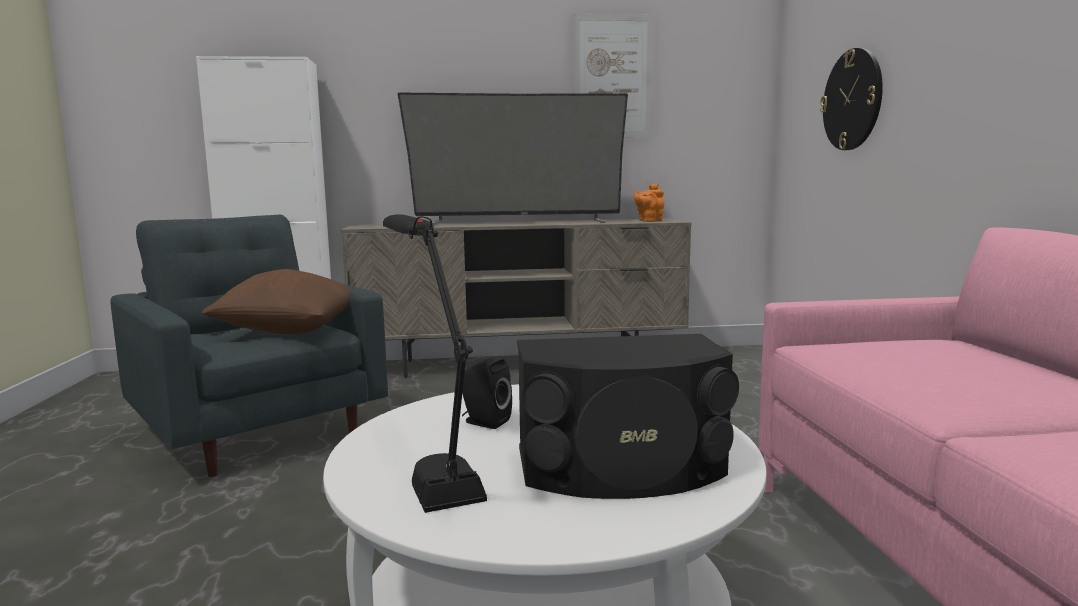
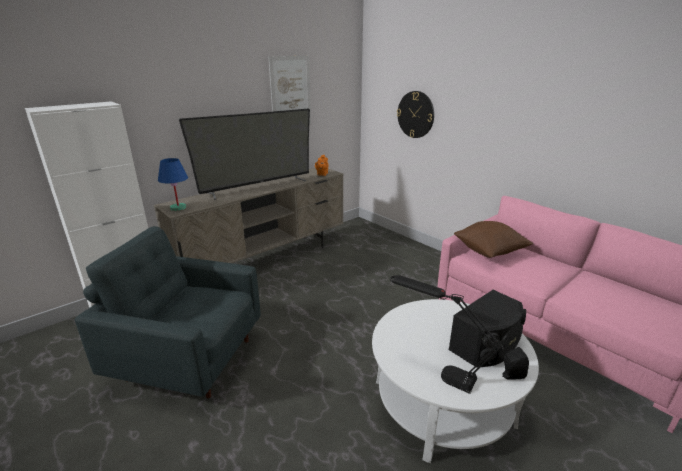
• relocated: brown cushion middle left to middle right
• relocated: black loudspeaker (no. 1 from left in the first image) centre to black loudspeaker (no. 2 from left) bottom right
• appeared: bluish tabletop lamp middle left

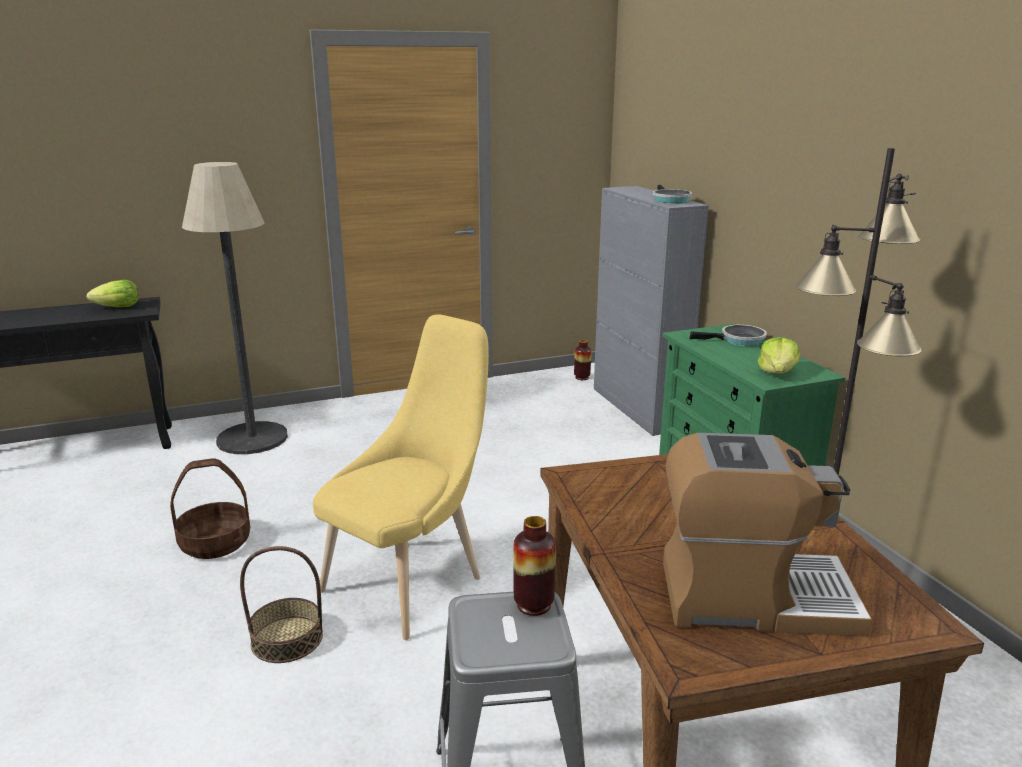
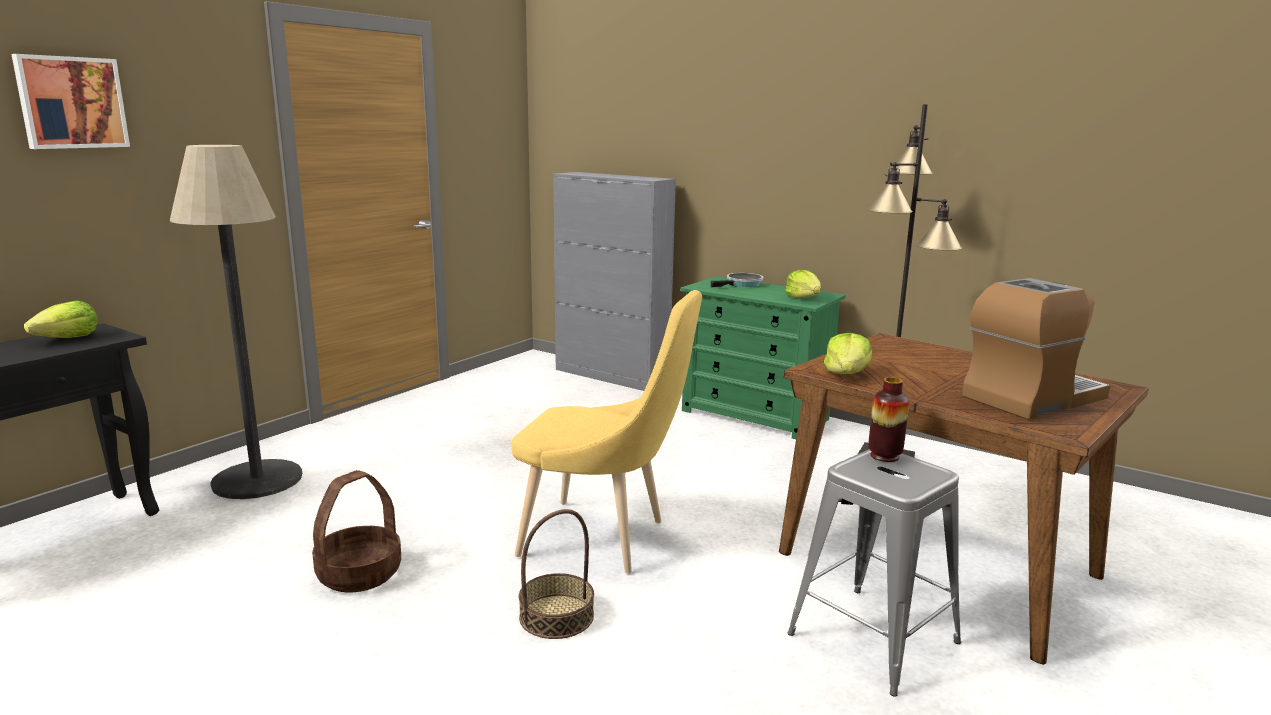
• missing: frying pan (no. 1 from left) top centre
• spun: yellowish chair centre = centre 105 degrees clockwise
• missing: decorative vase (no. 2 from left) centre
• appeared: wall art top left
• appeared: lettuce head (no. 3 from left) middle right

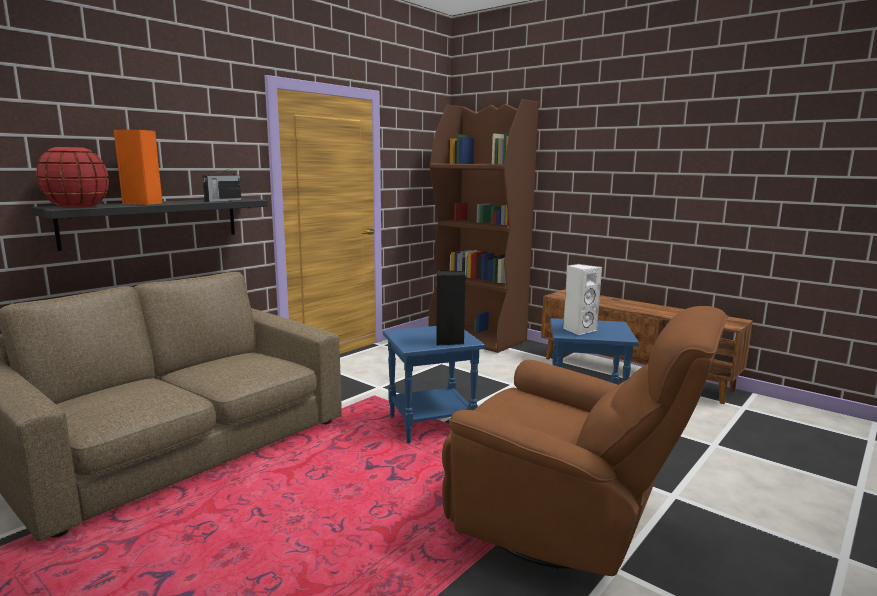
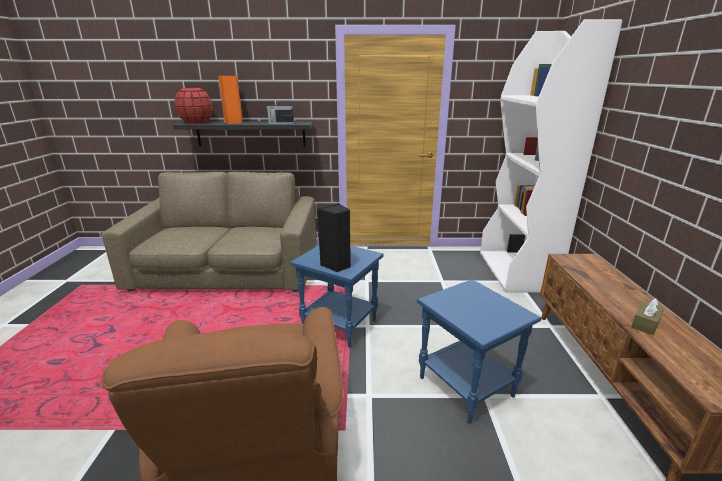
• colour: brown bookshelf centre to white-coloured bookshelf top right
• missing: white-coloured loudspeaker centre
• appeared: brown tissue box middle right

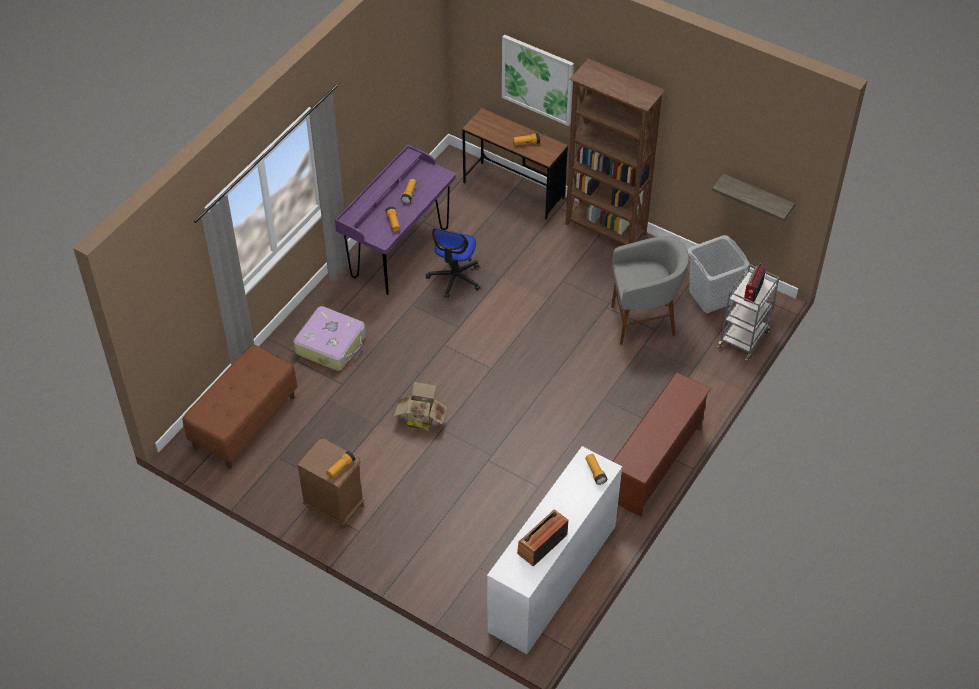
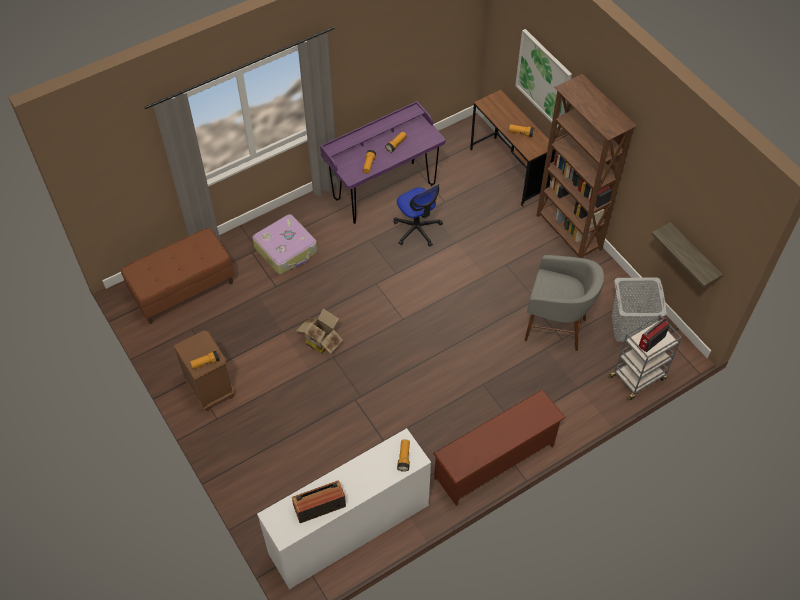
• spun: office chair centre = centre 75 degrees counterclockwise

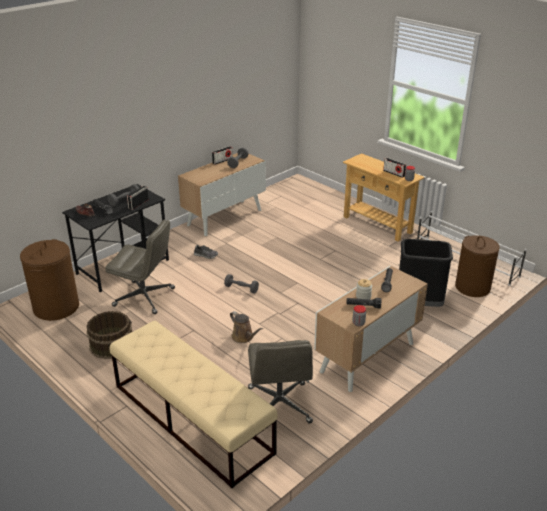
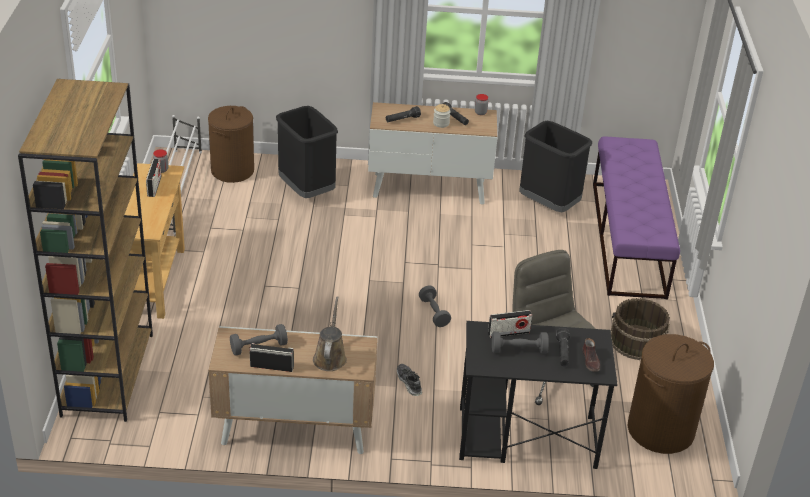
• relocated: brown watering pot centre to bottom centre
• colour: sand-coloured indoor bench bottom centre to purple indoor bench middle right
• exchanged: grey office chair (no. 2 from left) bottom centre to black trash can (no. 2 from left) middle right
• appeared: brown bookshelf middle left

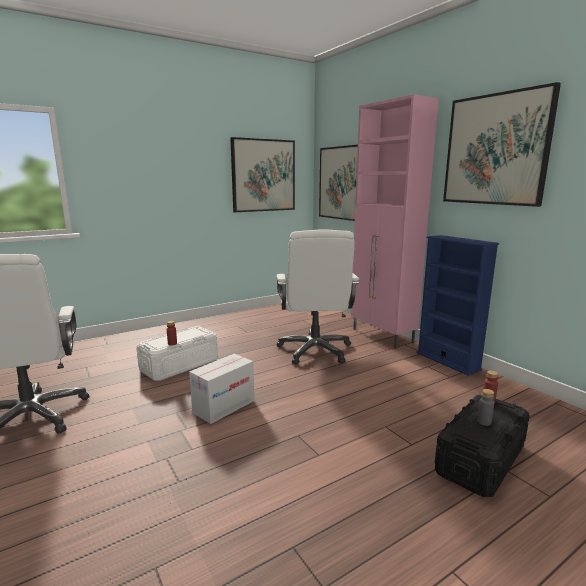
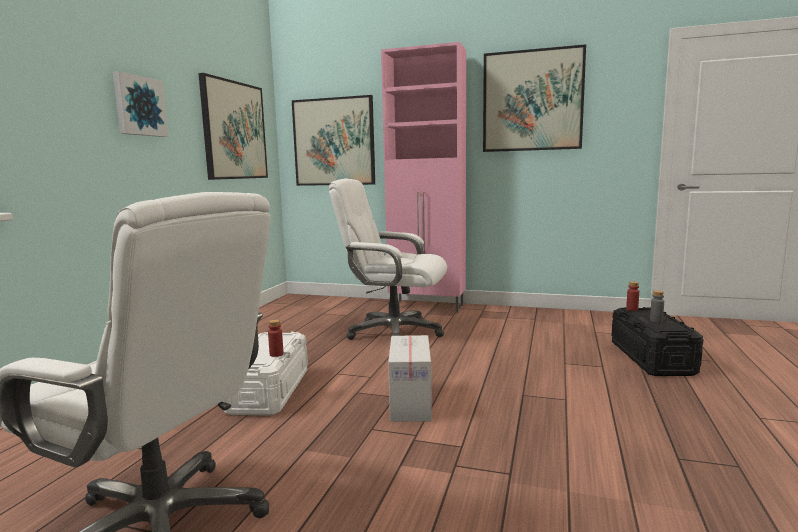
• spun: white-coloured office chair (no. 2 from left) centre = centre 150 degrees clockwise
• missing: bluish bookshelf middle right
• appeared: wall art (no. 1 from left) top left

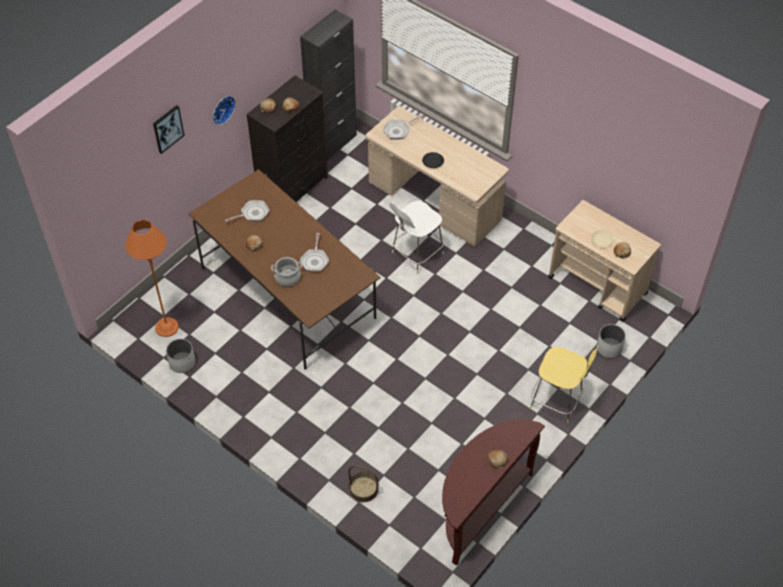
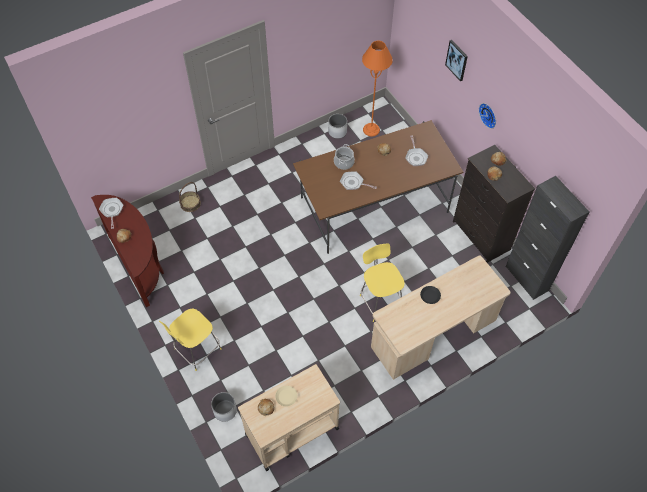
• relocated: frying pan (no. 3 from left in the first image) top centre to frying pan (no. 1 from left) middle left
• colour: white-coloured stool seat centre to yellowish stool seat (no. 2 from left) centre

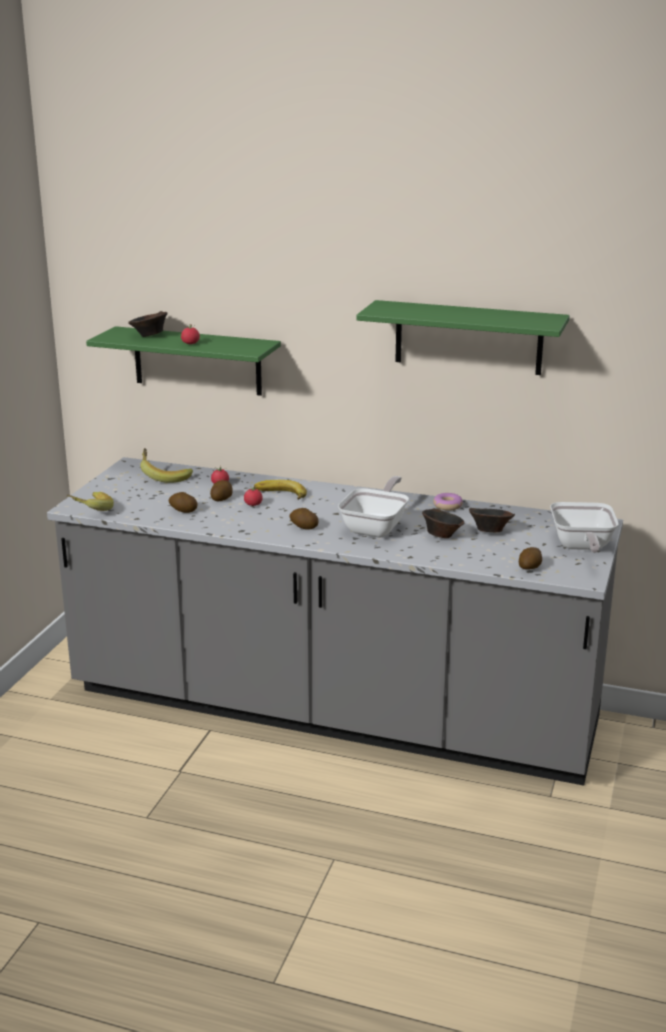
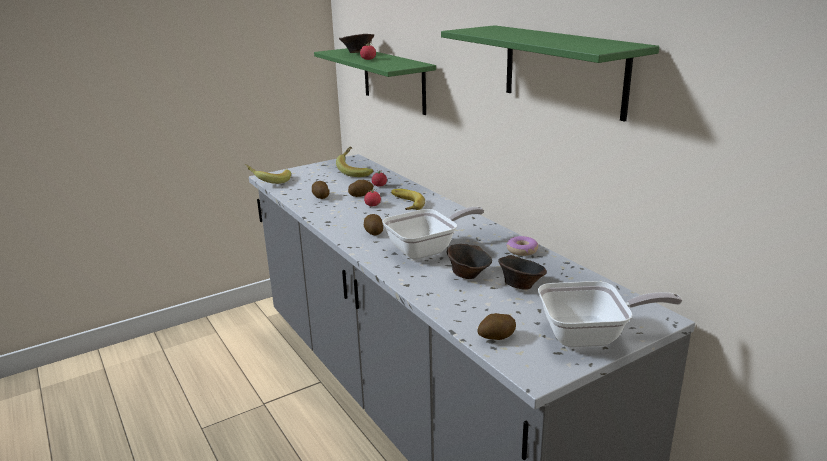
• spun: frying pan (no. 2 from left) middle right = bottom right 135 degrees counterclockwise

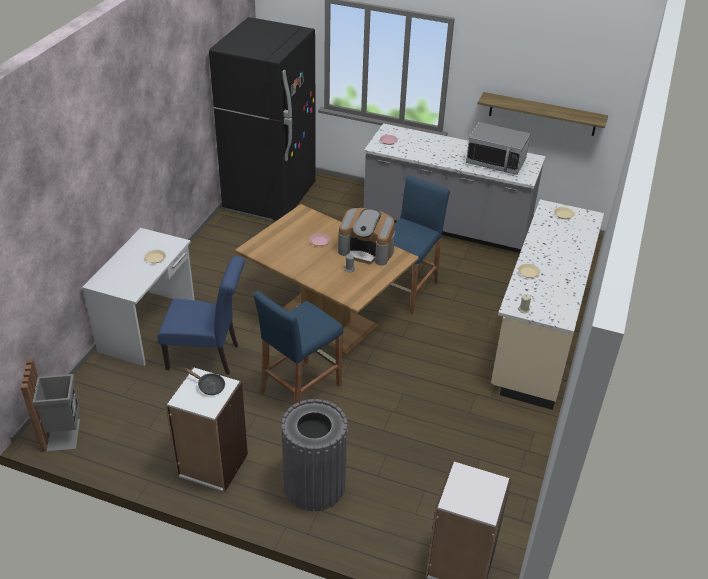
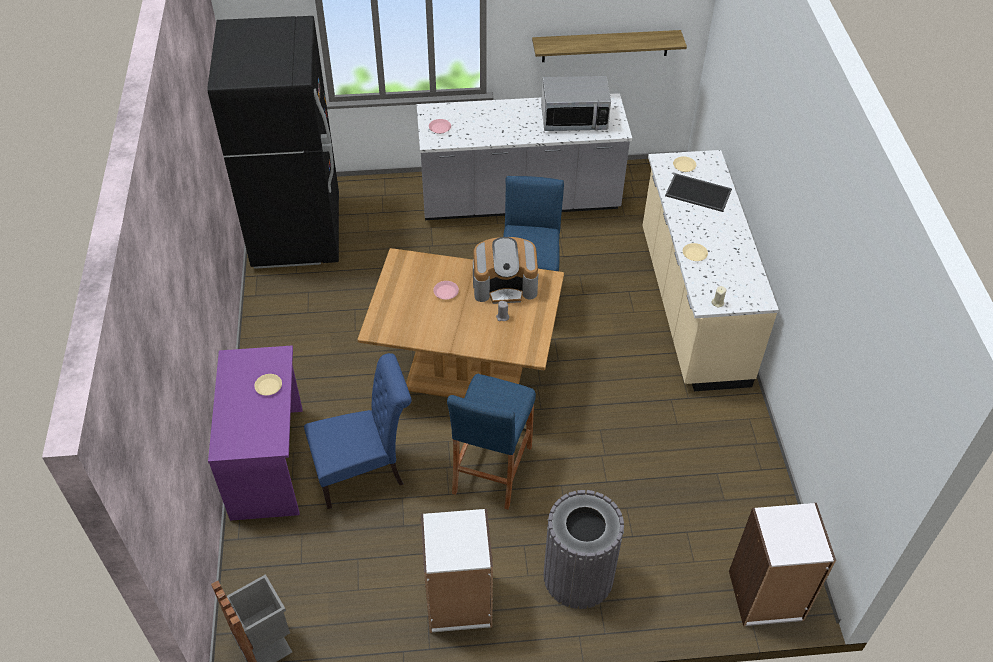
• colour: white-coloured desk unit middle left to purple desk unit middle left
• missing: black frying pan middle left
• appeared: serving tray top right

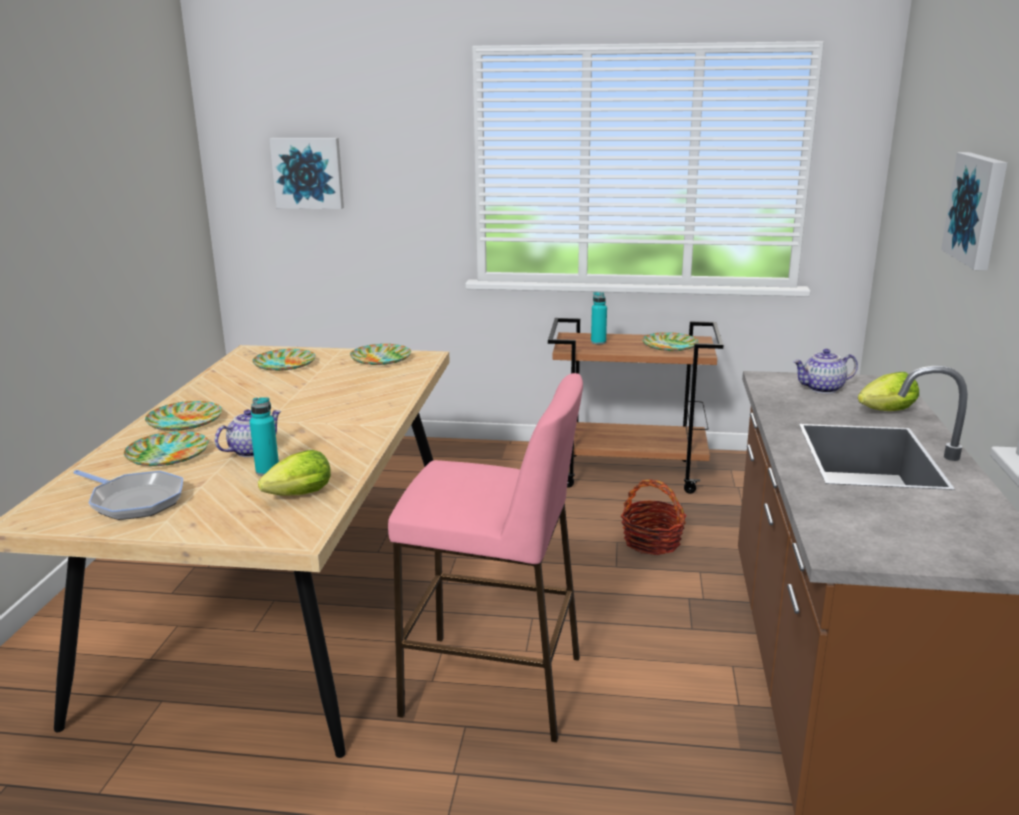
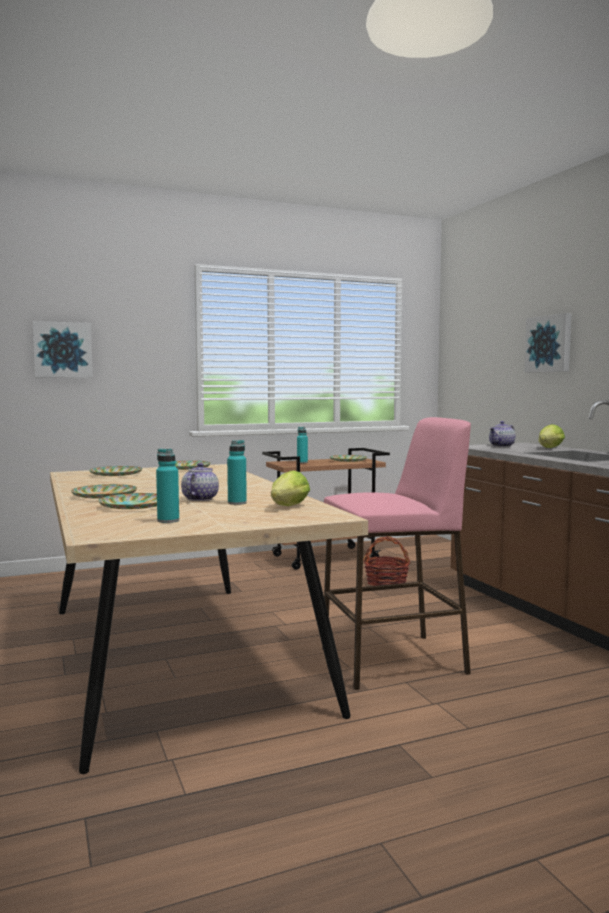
• exchanged: frying pan middle left to blue-green bottle (no. 1 from left) middle left

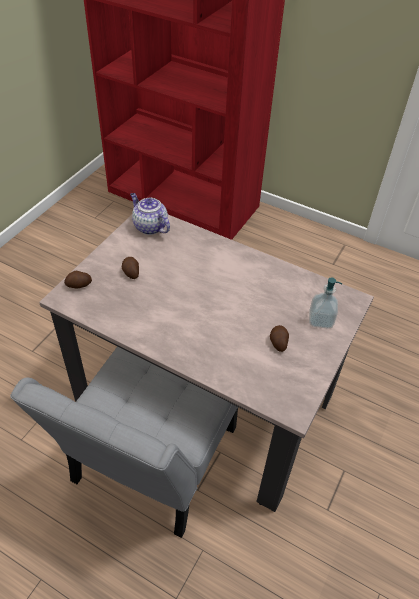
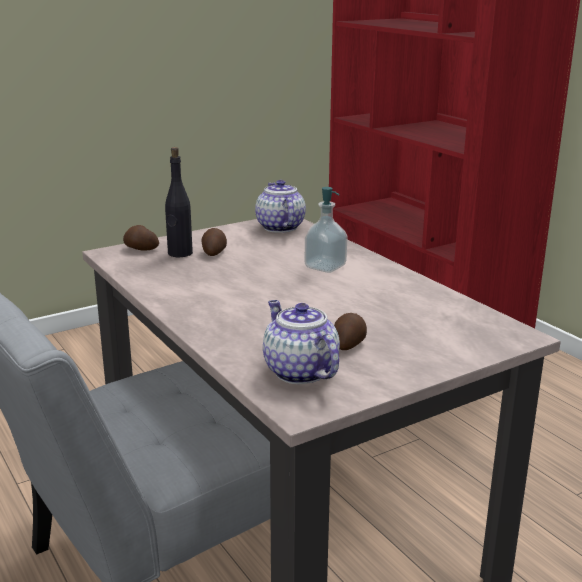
• relocated: soap bottle middle right to centre
• appeared: black bottle middle left
• appeared: tea pot (no. 2 from left) centre

